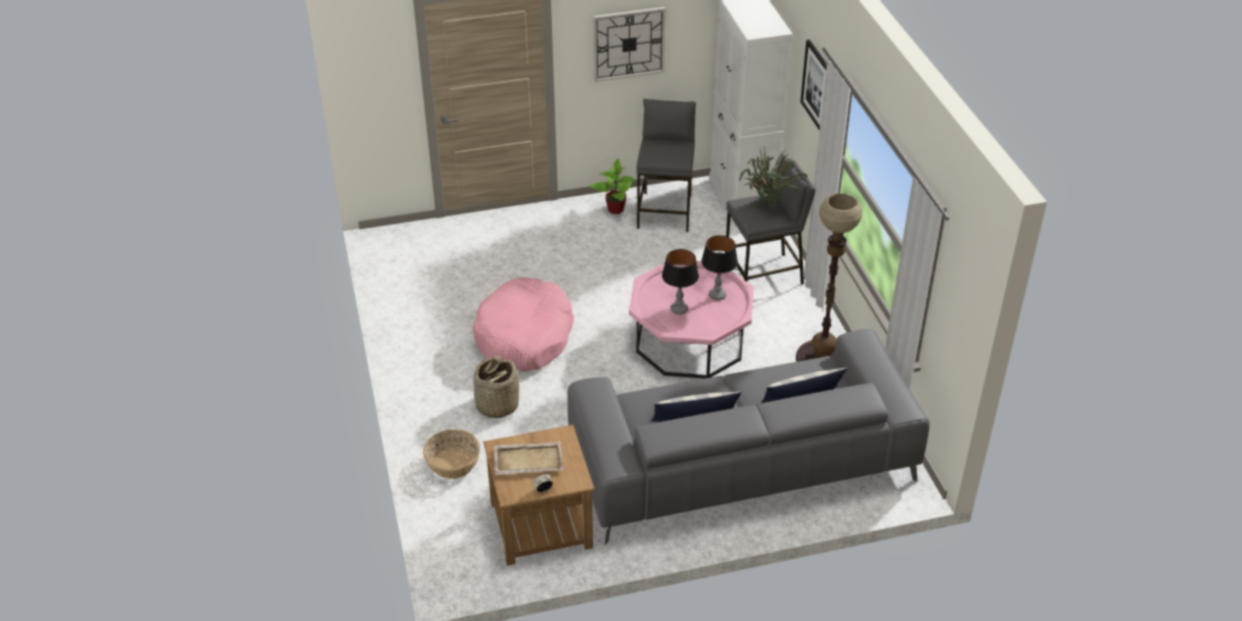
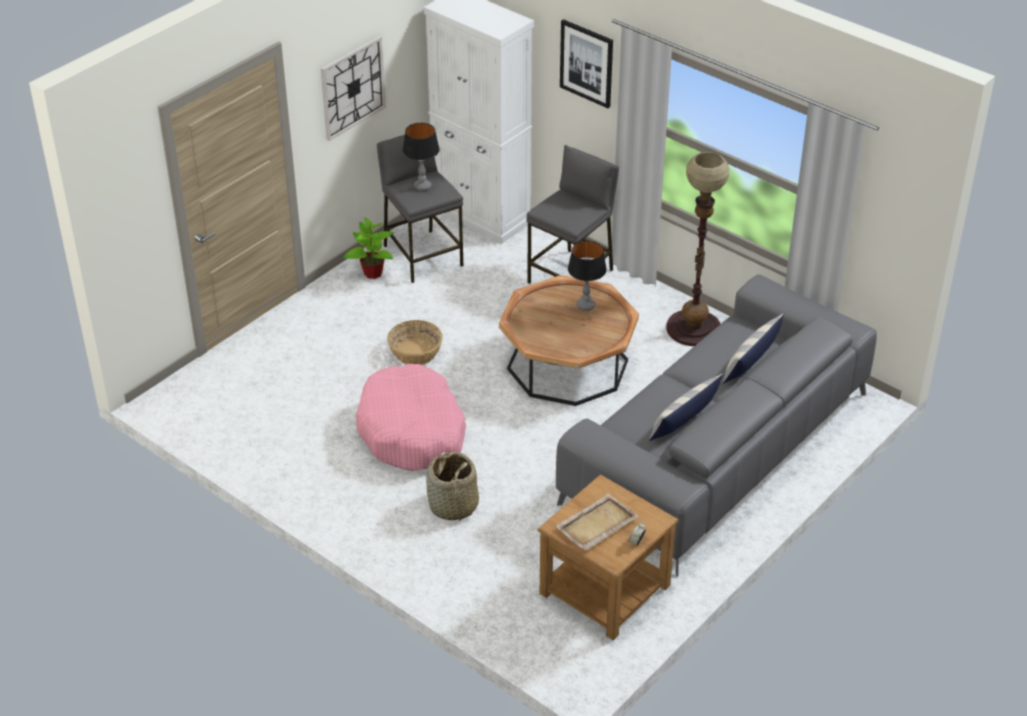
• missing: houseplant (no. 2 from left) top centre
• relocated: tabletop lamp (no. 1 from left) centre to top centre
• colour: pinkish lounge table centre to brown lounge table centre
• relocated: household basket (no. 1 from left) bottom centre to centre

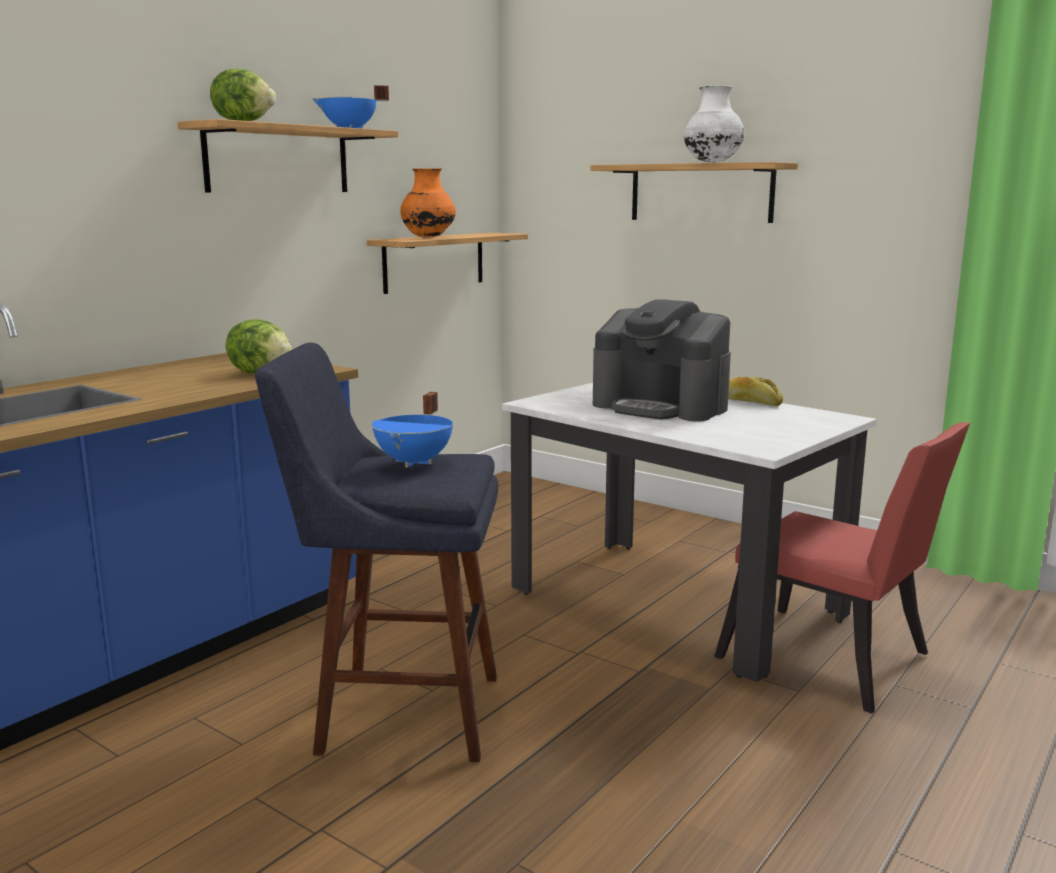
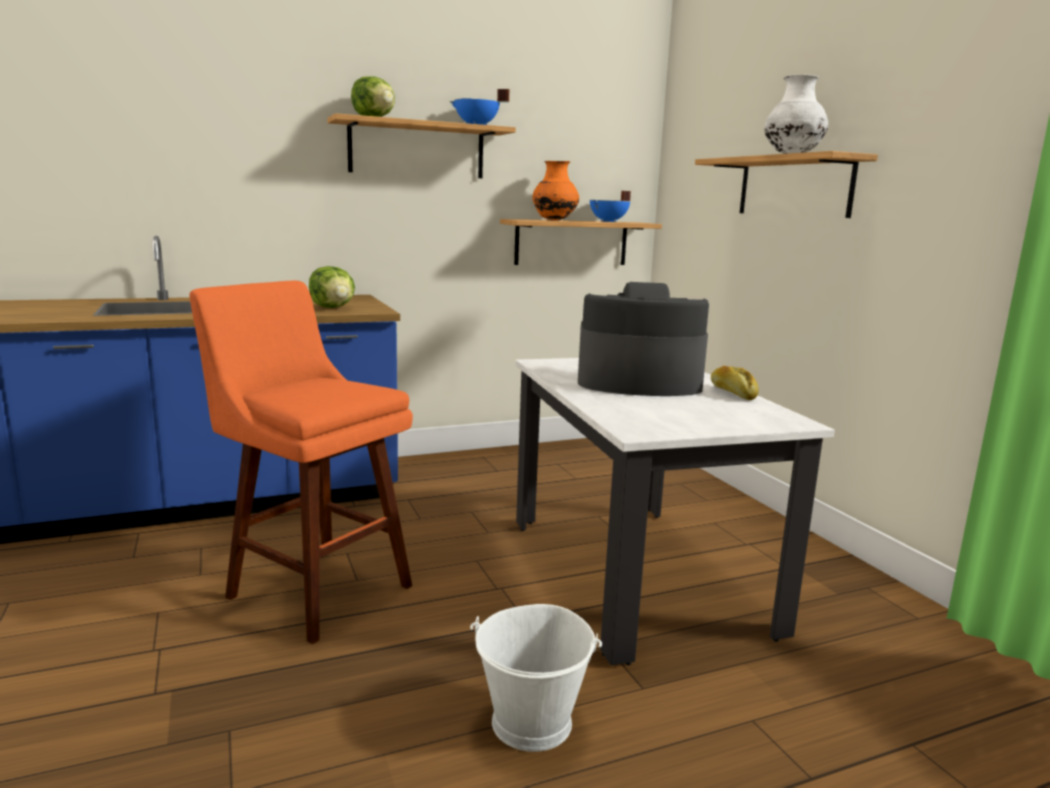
• spun: coffee maker centre = centre 120 degrees clockwise
• colour: bluish stool seat centre to orange stool seat middle left
• relocated: bluish saucepot (no. 2 from left) centre to top centre
• missing: reddish chair middle right
• appeared: white-coloured pail bottom centre

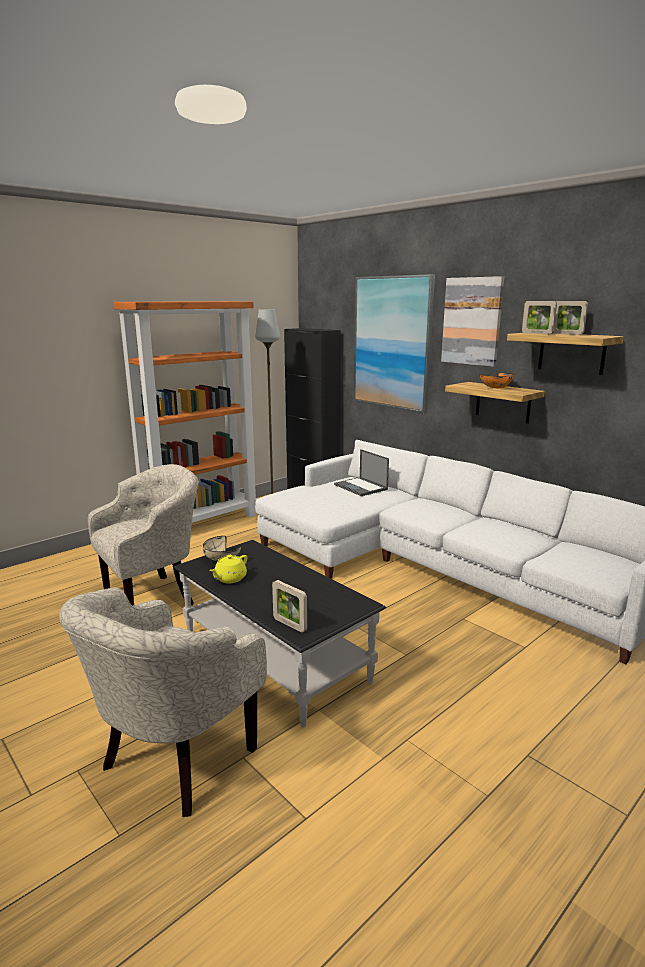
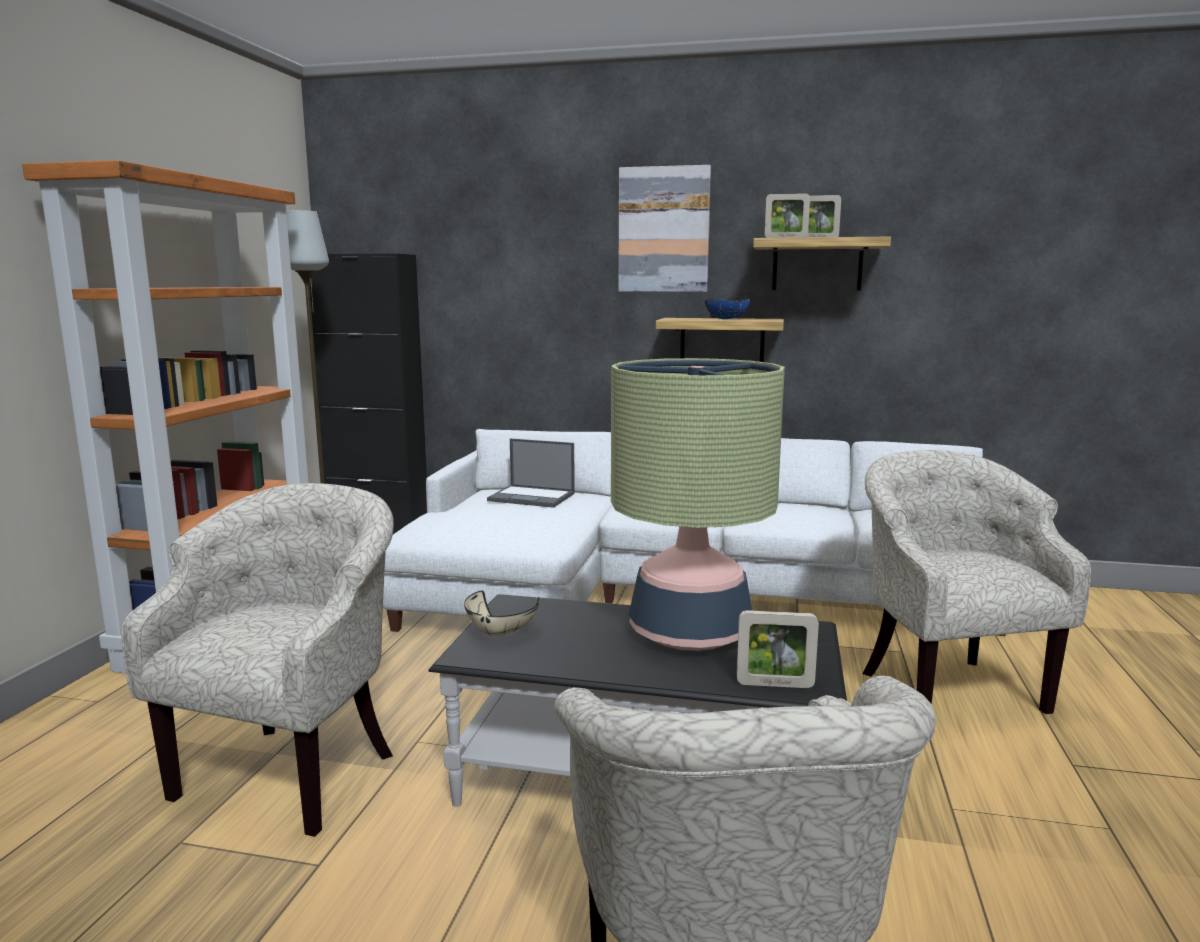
• missing: wall art (no. 1 from left) centre
• colour: orange serving bowl middle right to bluish serving bowl top centre
• missing: yellowish tea pot centre
• appeared: tabletop lamp centre
• appeared: sand-coloured easy chair (no. 3 from left) middle right

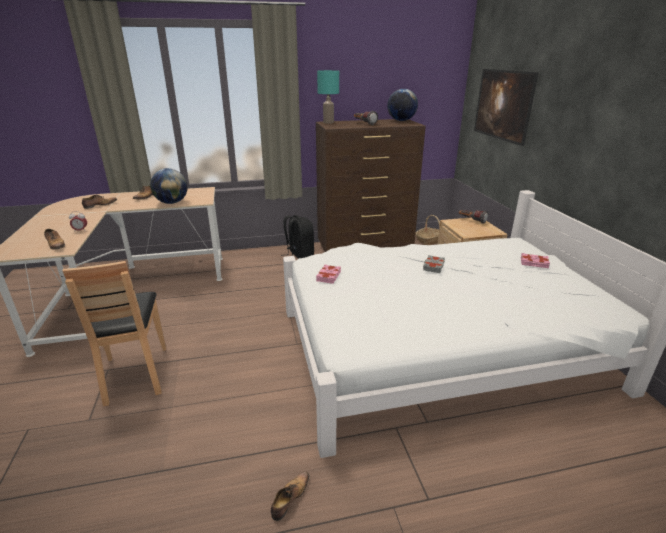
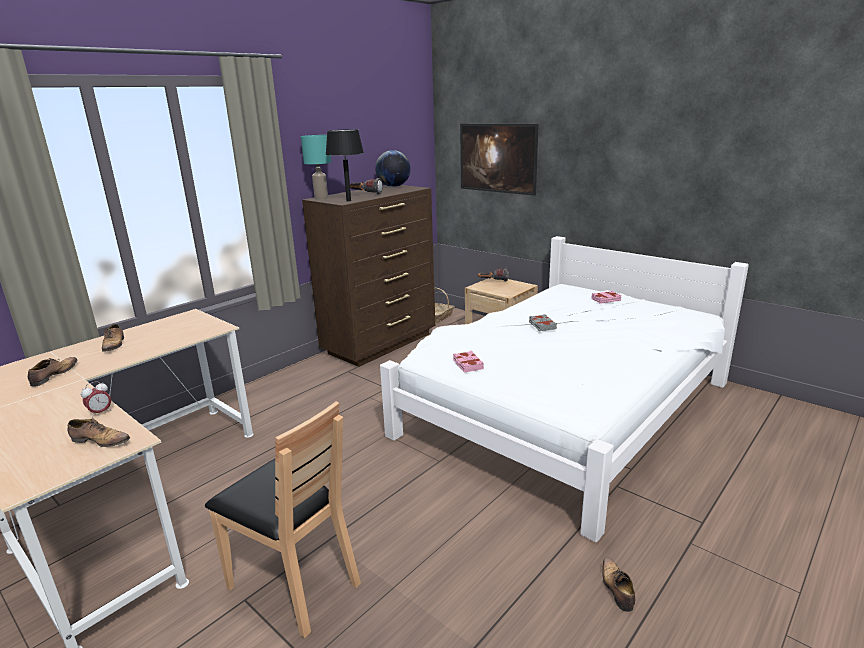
• missing: world globe (no. 1 from left) middle left
• missing: black knapsack centre
• appeared: black tabletop lamp top centre

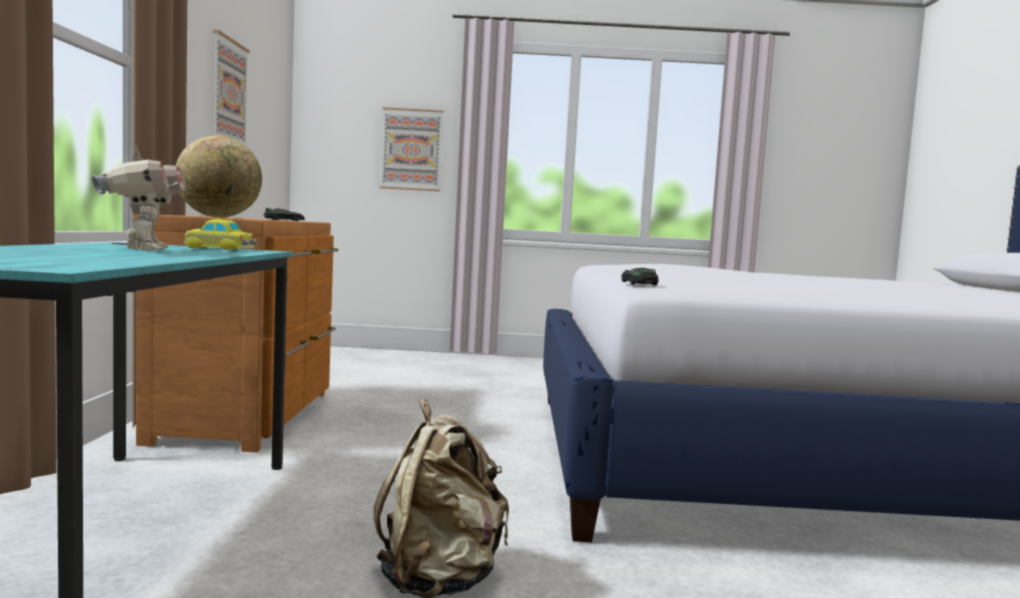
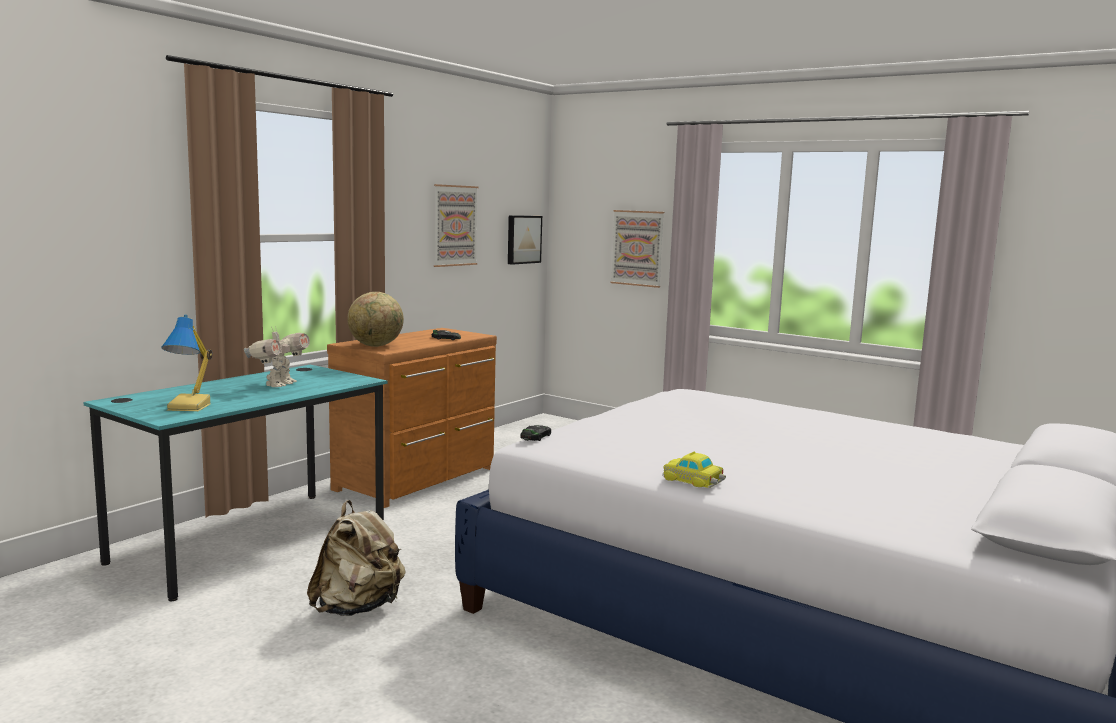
• relocated: miniature car (no. 1 from left in the first image) middle left to miniature car (no. 3 from left) centre
• appeared: wall art (no. 2 from left) top centre
• appeared: tabletop lamp middle left

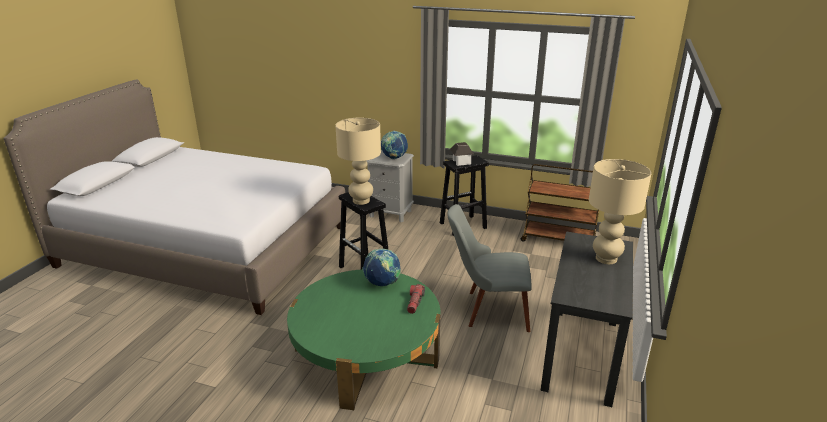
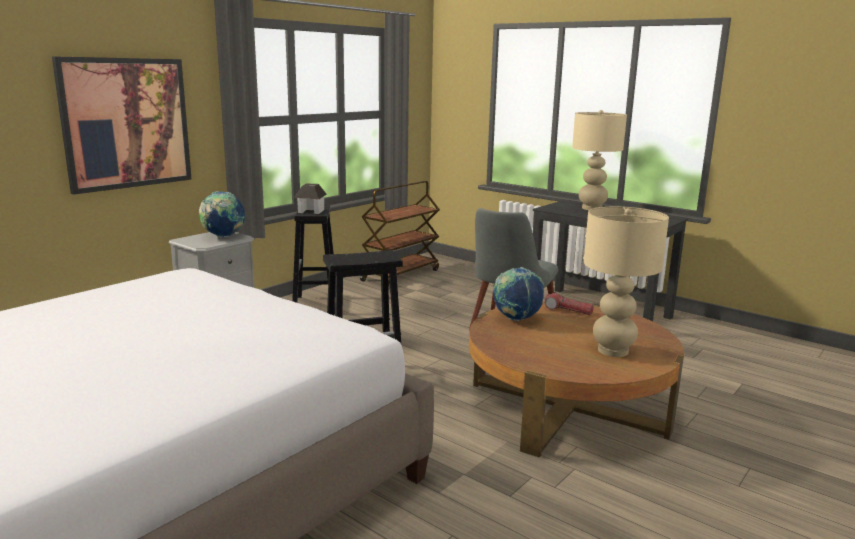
• relocated: sand-coloured tabletop lamp (no. 1 from left in the first image) centre to sand-coloured tabletop lamp (no. 2 from left) middle right
• colour: green lounge table bottom centre to brown lounge table bottom right
• appeared: wall art top left

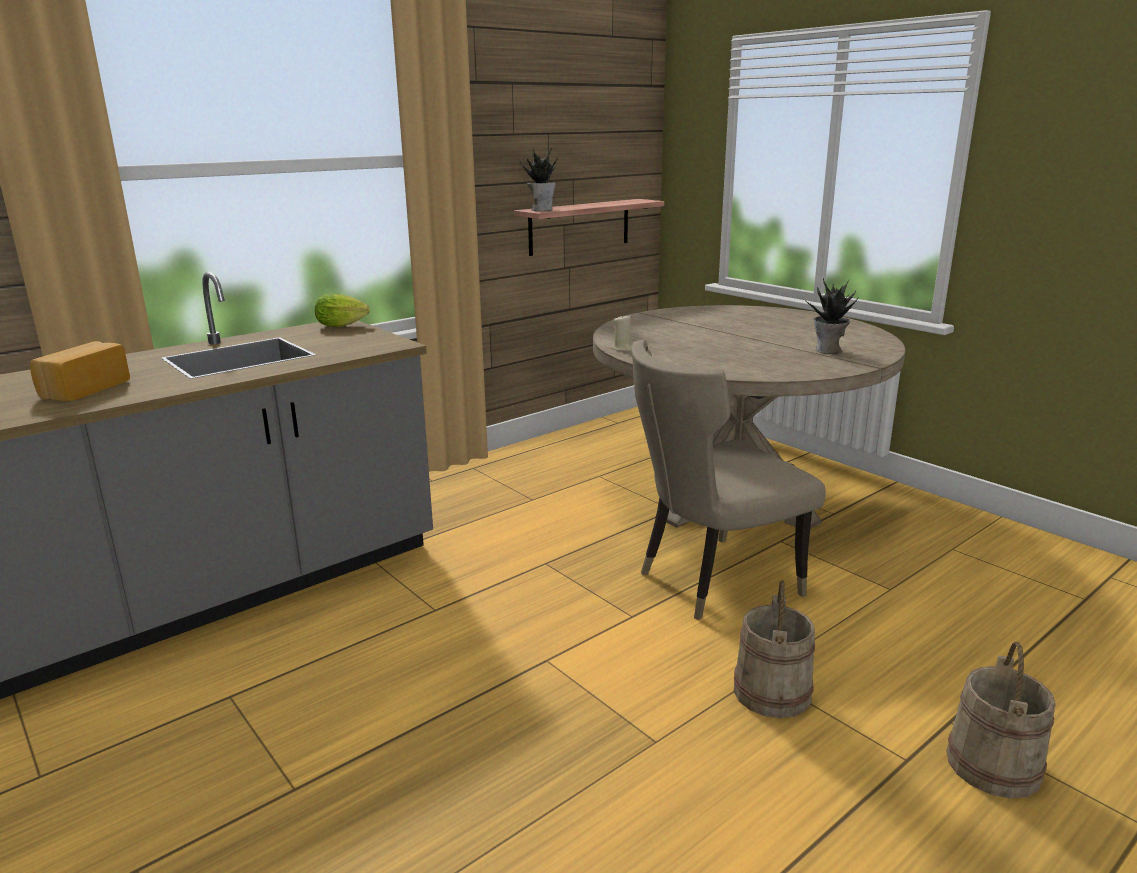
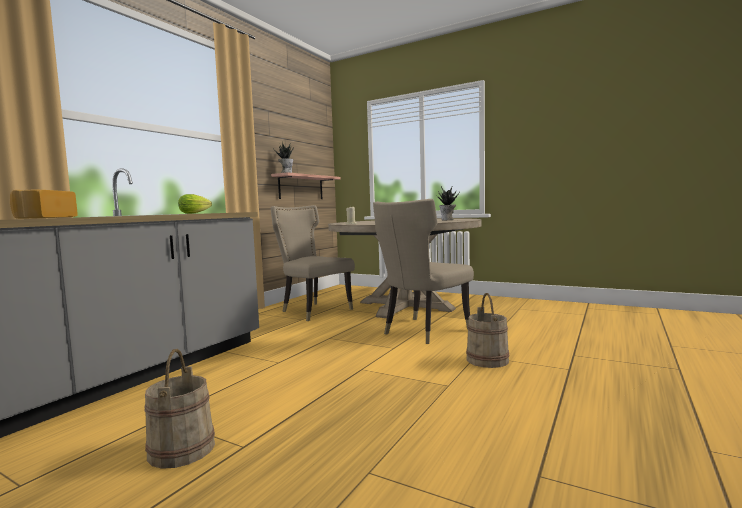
• relocated: sand-coloured pail (no. 2 from left in the first image) bottom right to sand-coloured pail (no. 1 from left) bottom left
• appeared: sand-coloured chair (no. 1 from left) centre

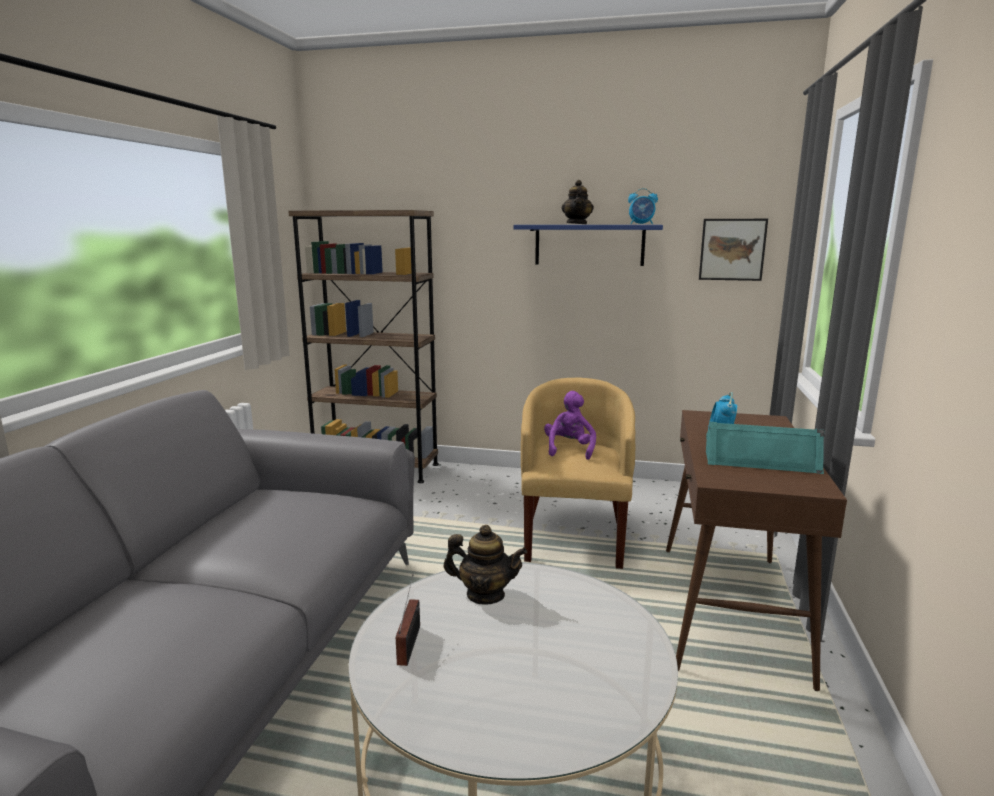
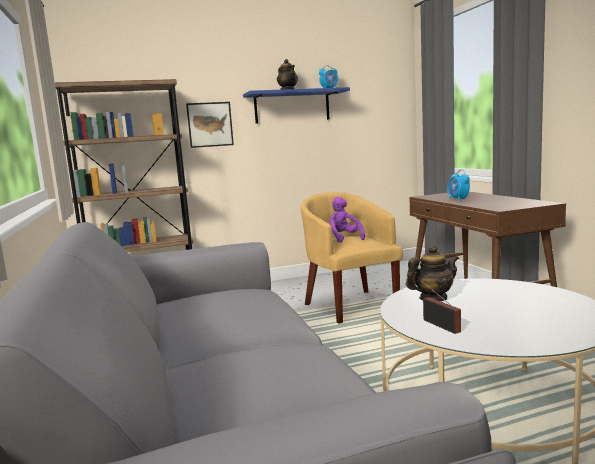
• relocated: wall art top right to top centre
• missing: blue-green loudspeaker middle right

